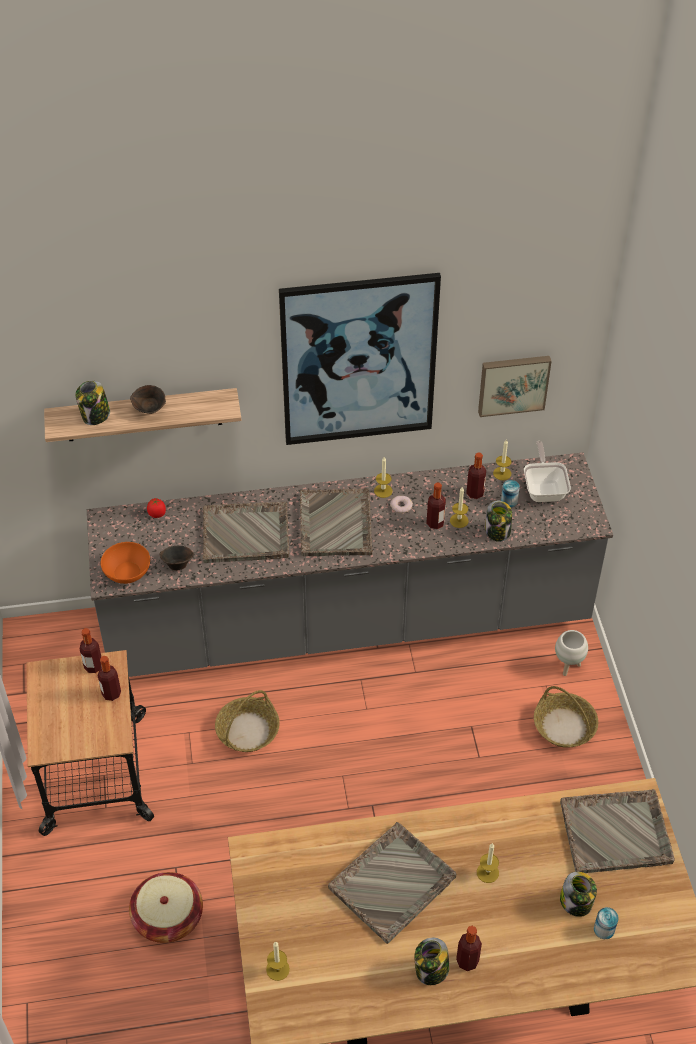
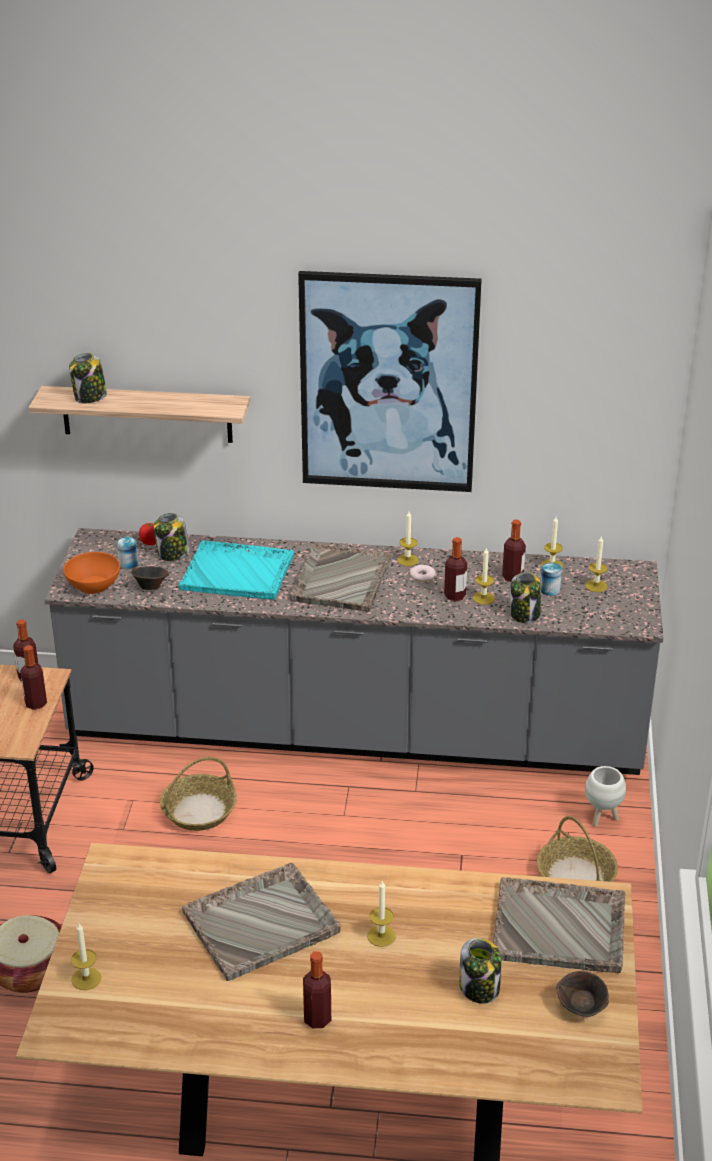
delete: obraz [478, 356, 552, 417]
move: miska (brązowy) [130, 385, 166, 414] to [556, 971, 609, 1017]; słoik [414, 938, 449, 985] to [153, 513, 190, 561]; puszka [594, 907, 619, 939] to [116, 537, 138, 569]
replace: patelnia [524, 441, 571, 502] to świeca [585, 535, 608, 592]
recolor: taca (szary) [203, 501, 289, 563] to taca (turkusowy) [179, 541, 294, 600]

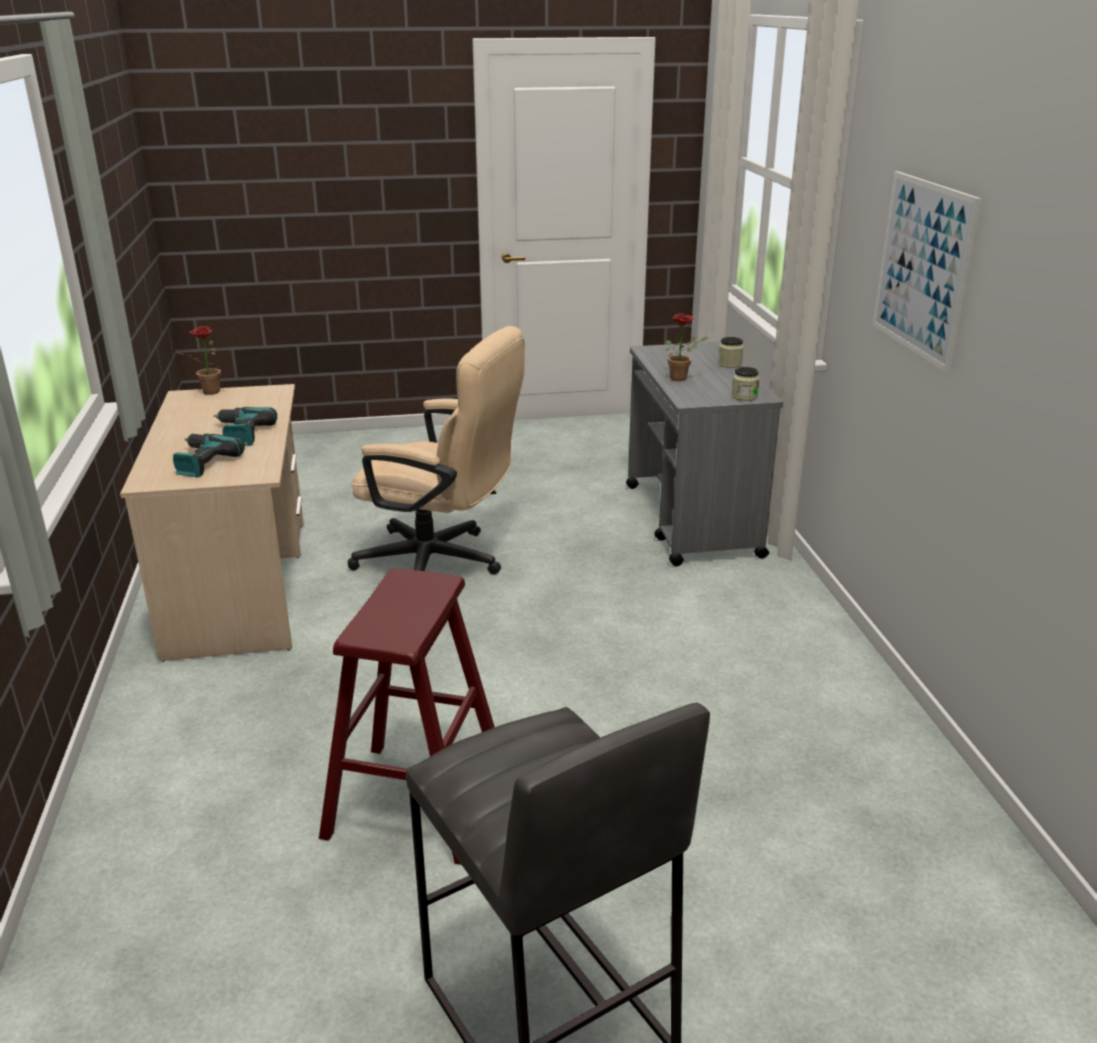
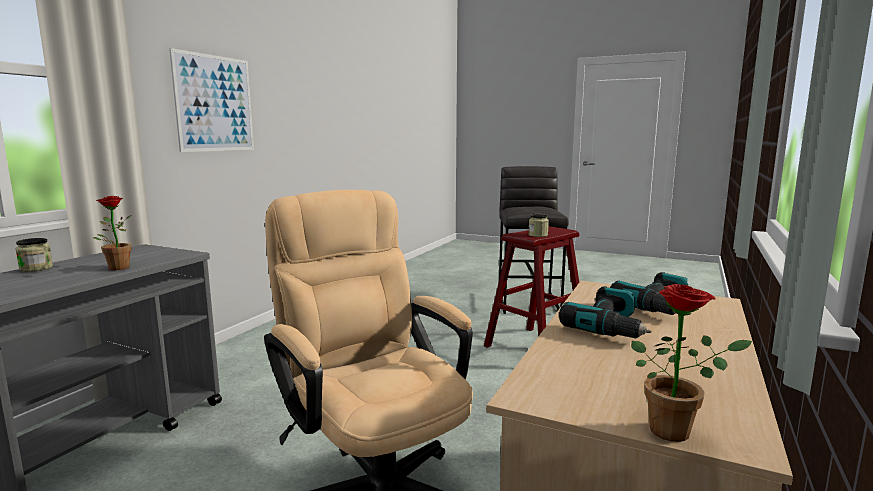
move: słoik [732, 367, 759, 401] to [529, 214, 549, 237]

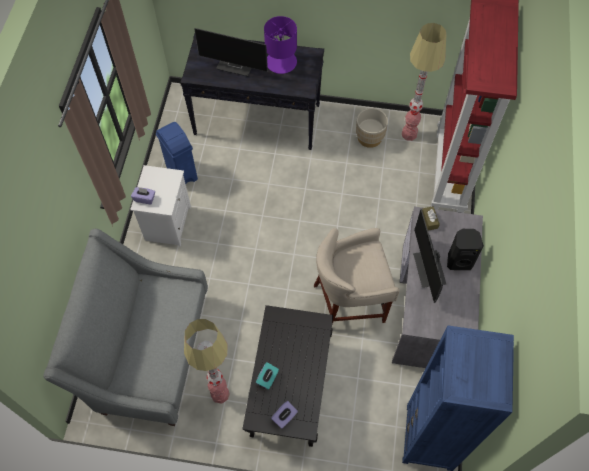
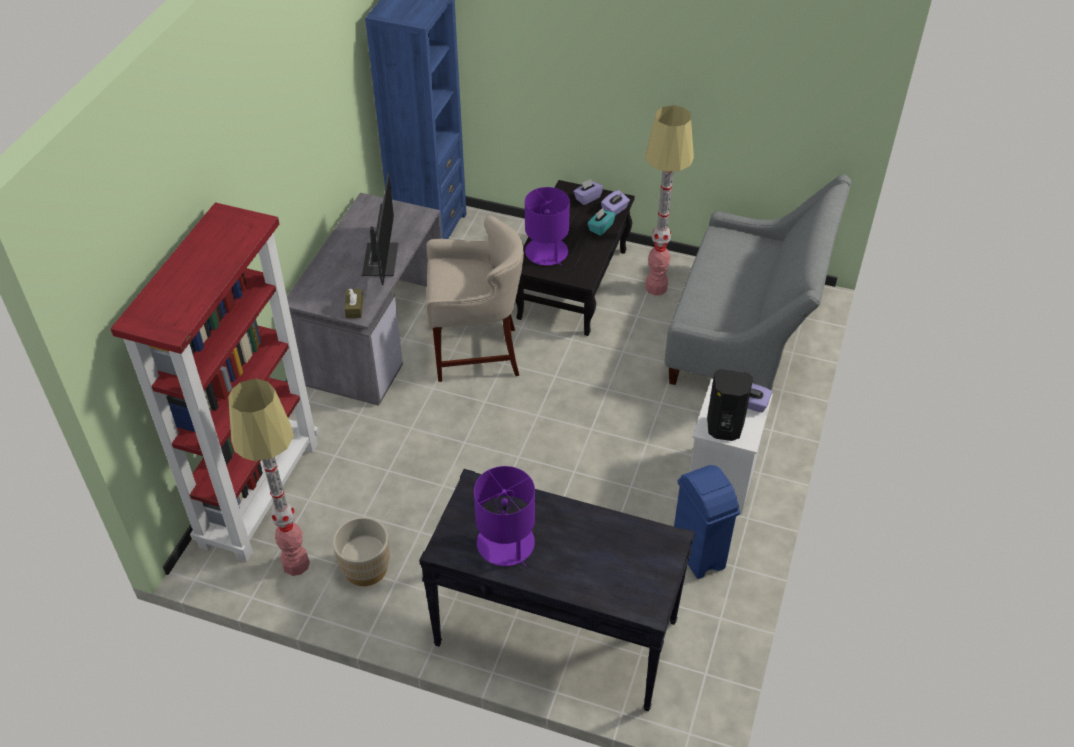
delete: monitor [194, 28, 267, 76]
insert: lampa stołowa (fioletowy) [525, 187, 570, 266]; pudełko chusteczek (fioletowy) [601, 190, 630, 216]
move: głośnik (czarny) [447, 229, 484, 270] to [707, 369, 753, 441]

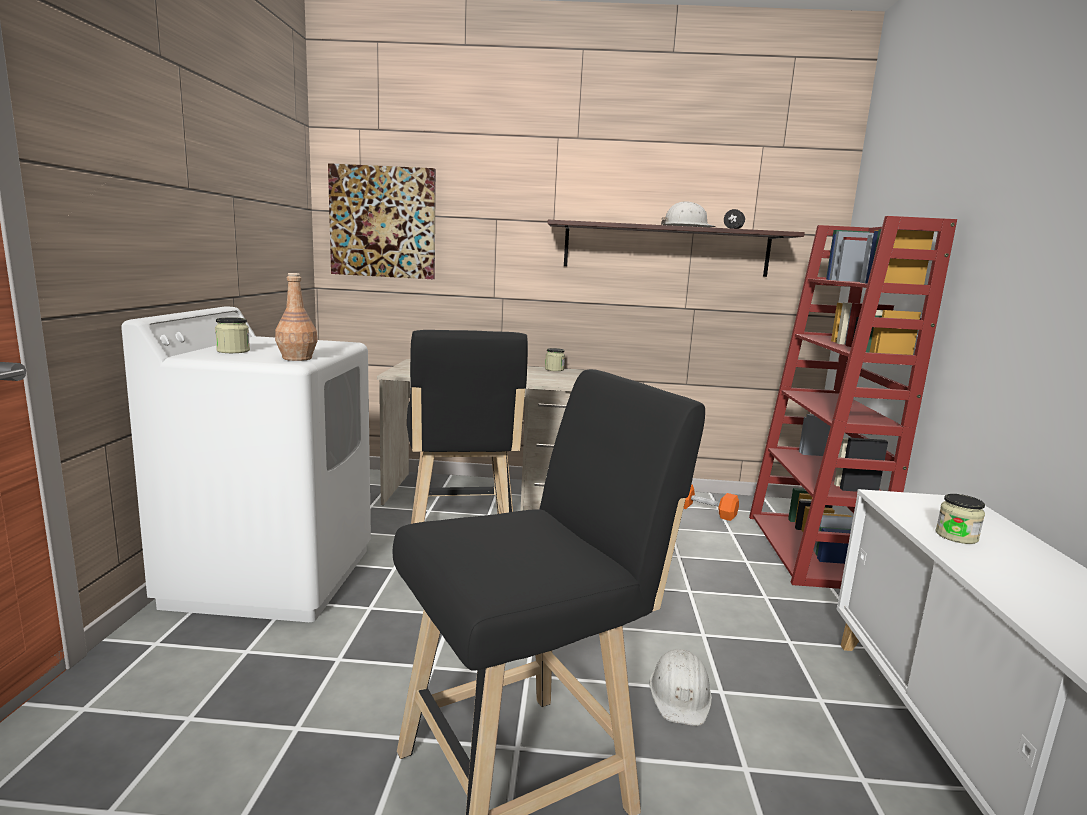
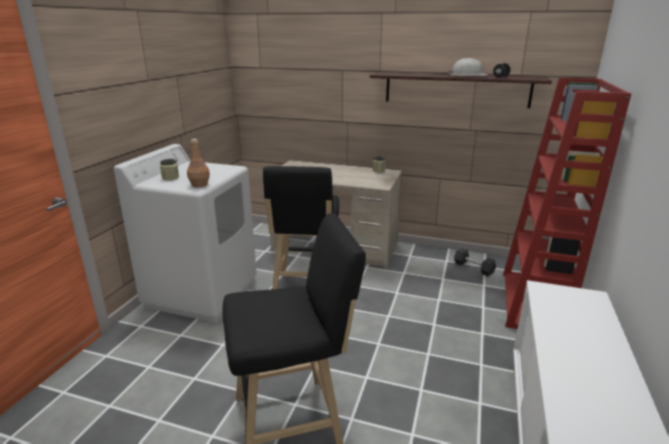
delete: obraz [328, 163, 436, 279]; kask (biały) [649, 649, 712, 726]; słoik [935, 494, 985, 544]
recolor: hantel (pomarańczowy) [683, 484, 739, 521] to hantel (czarny) [454, 248, 496, 276]

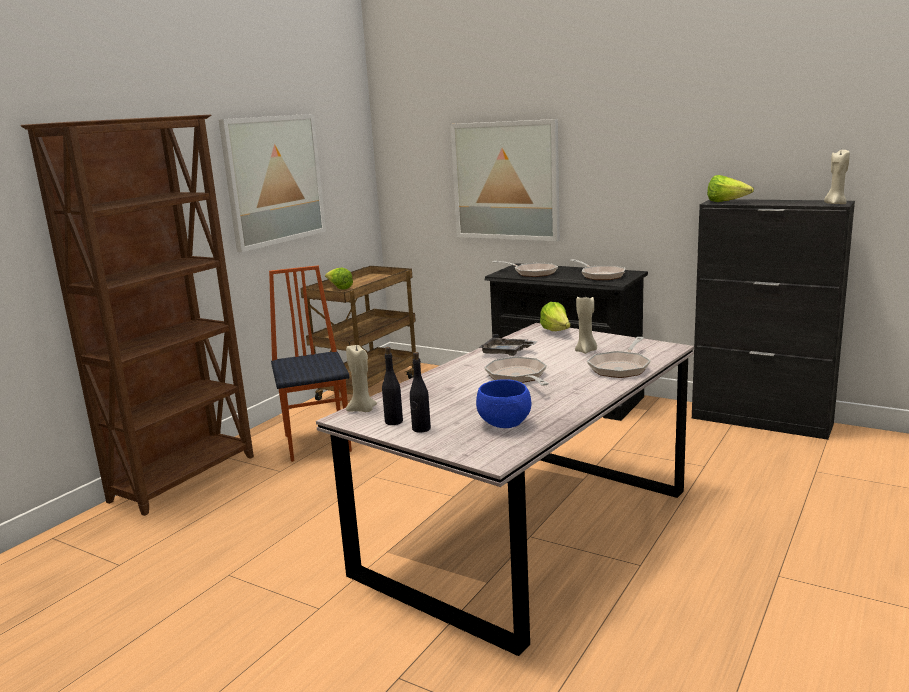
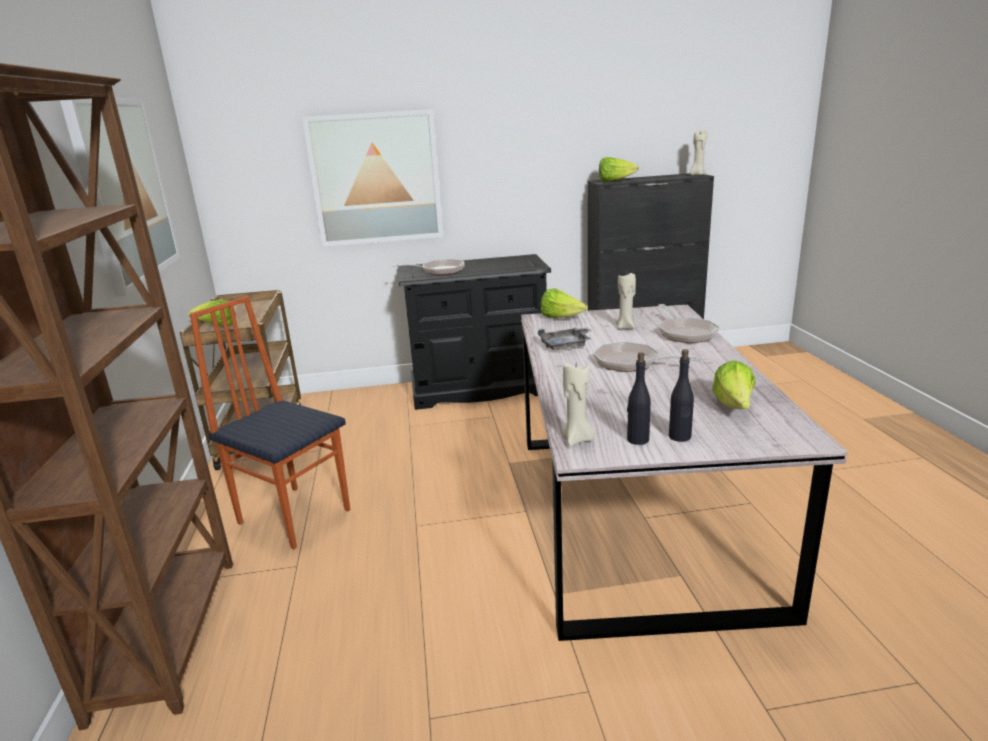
delete: patelnia [570, 259, 625, 280]
replace: miska (niebieski) [476, 379, 531, 428] to sałata [712, 360, 755, 409]

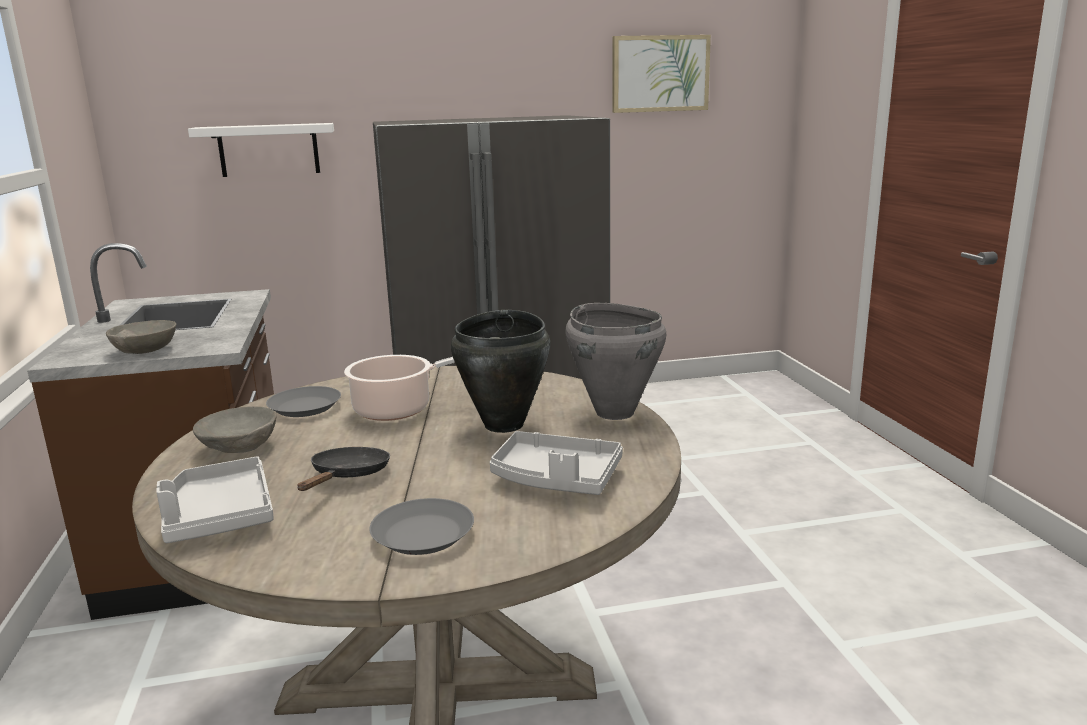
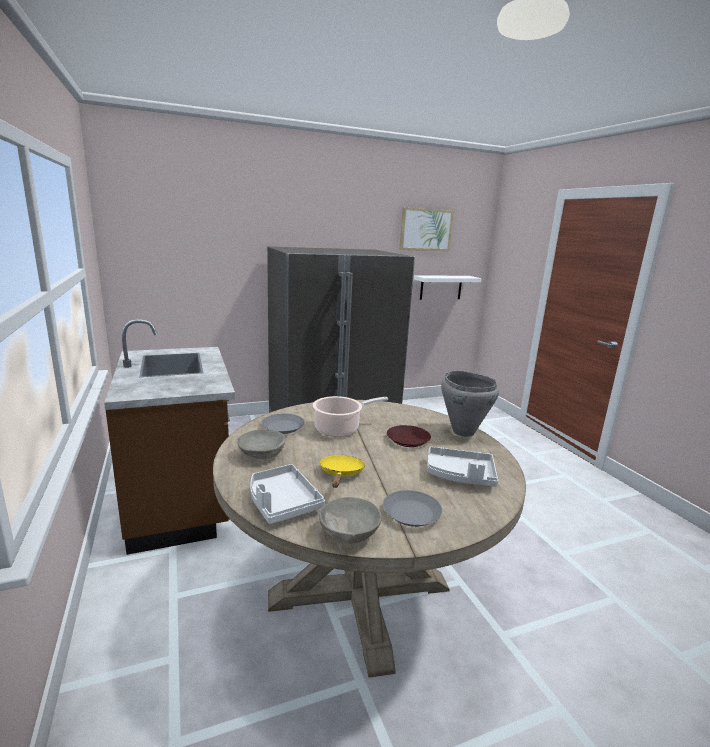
move: miska (szary) [106, 320, 176, 354] to [319, 497, 382, 544]; półka (biały) [188, 123, 334, 177] to [414, 275, 482, 300]
replace: garnek (czarny) [451, 310, 550, 433] to talerz (brązowy) [387, 425, 431, 447]
recolor: patelnia (czarny) [297, 447, 390, 491] to patelnia (żółty) [319, 455, 366, 488]

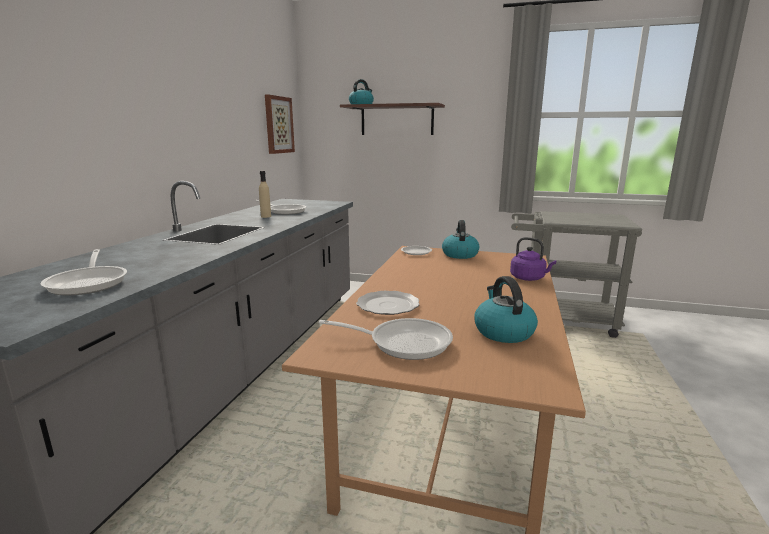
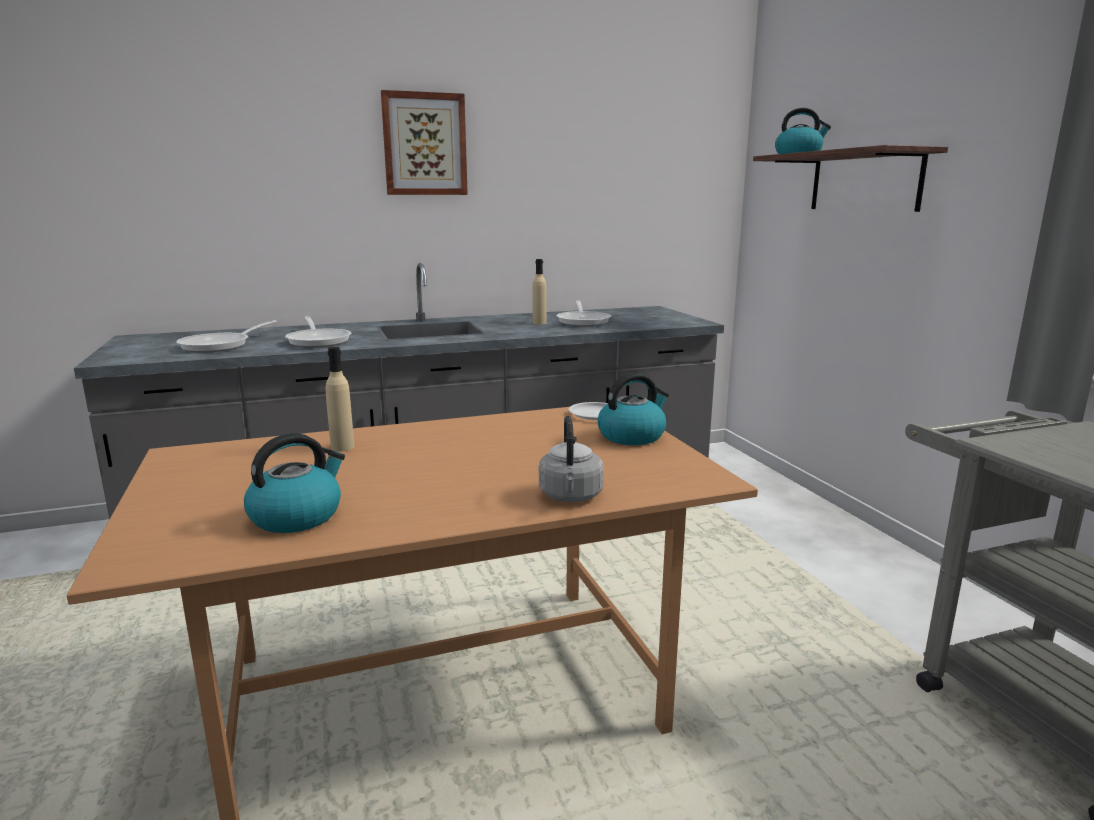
move: obraz [265, 94, 295, 154] to [381, 90, 468, 195]; patelnia [319, 318, 453, 360] to [285, 316, 351, 348]
replace: talerz [356, 291, 420, 315] to butelka (beżowy) [326, 347, 354, 452]
recolor: czajnik (fioletowy) [510, 237, 557, 281] to czajnik (szary) [539, 416, 604, 502]

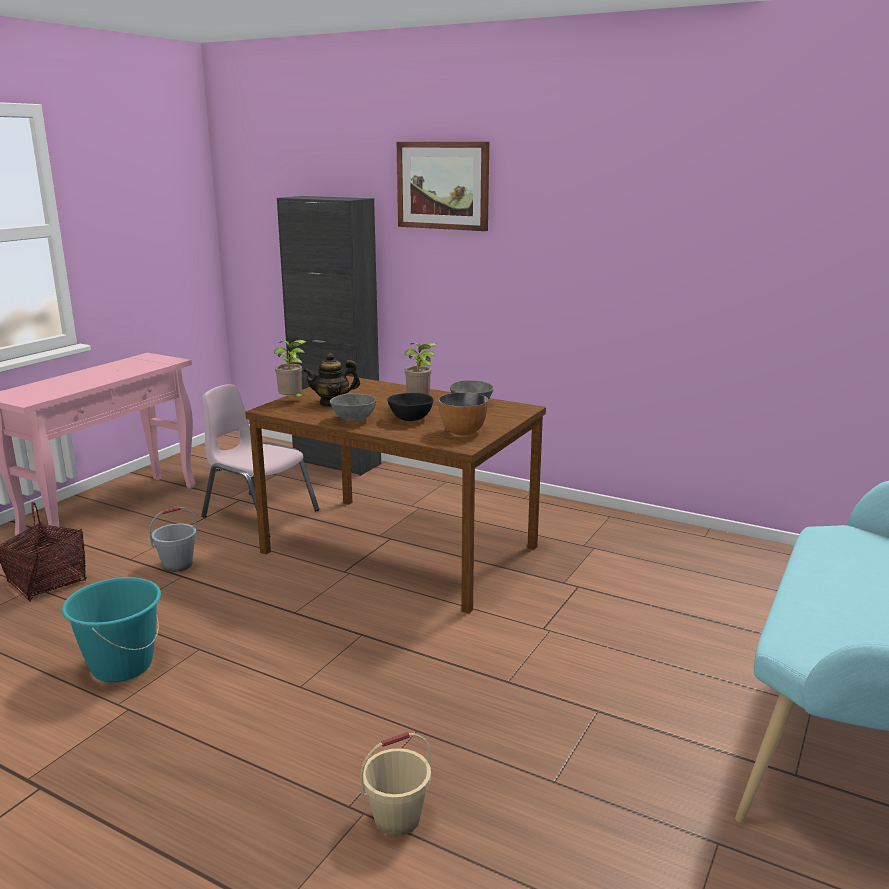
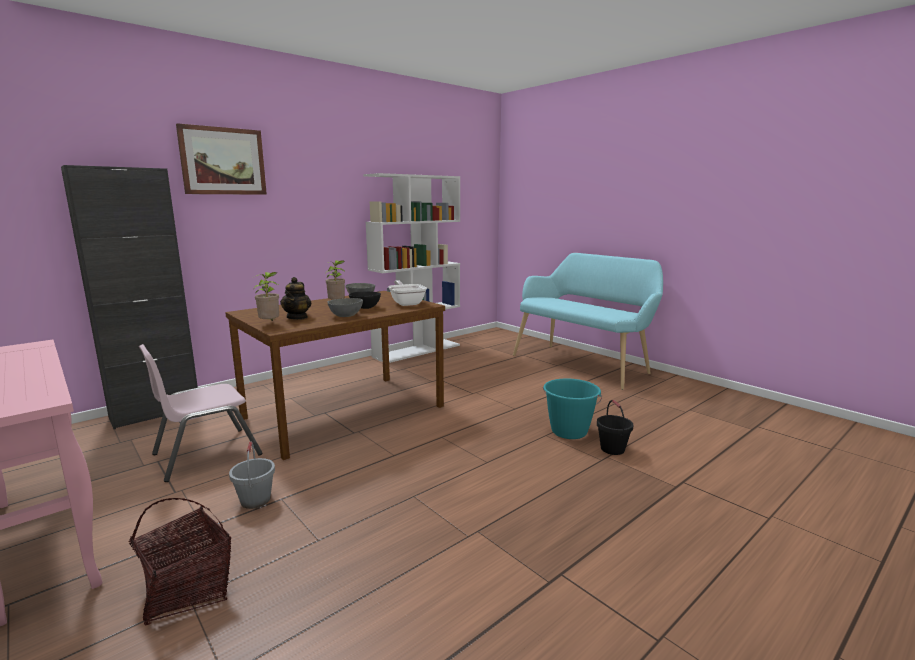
insert: regał (biały) [363, 173, 460, 363]
move: wiadro (turkusowy) [62, 577, 161, 682] to [543, 379, 602, 439]
replace: miska [438, 392, 488, 436] to patelnia [388, 280, 427, 306]
recolor: wiadro (beżowy) [360, 732, 431, 836] to wiadro (czarny) [597, 400, 634, 455]

